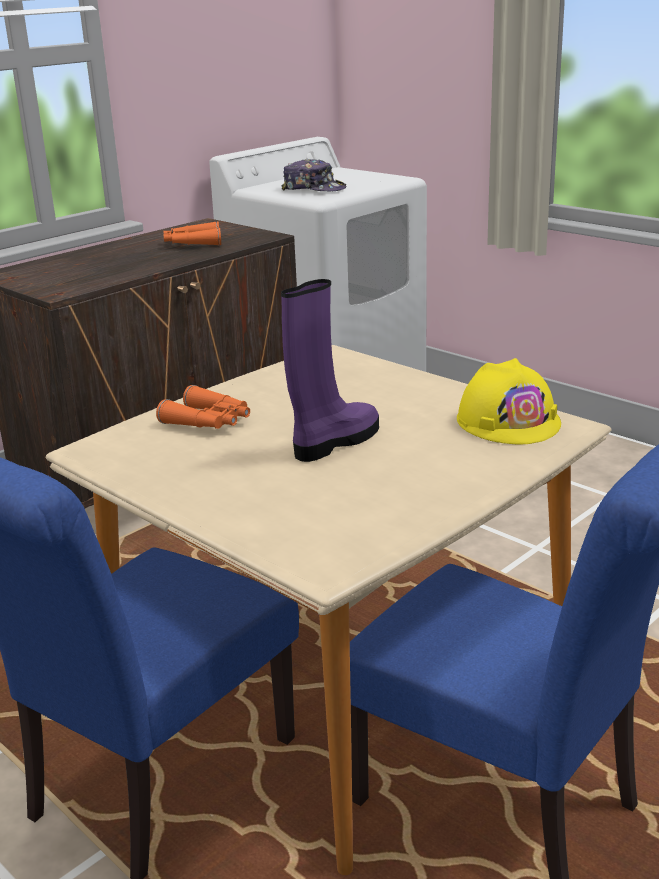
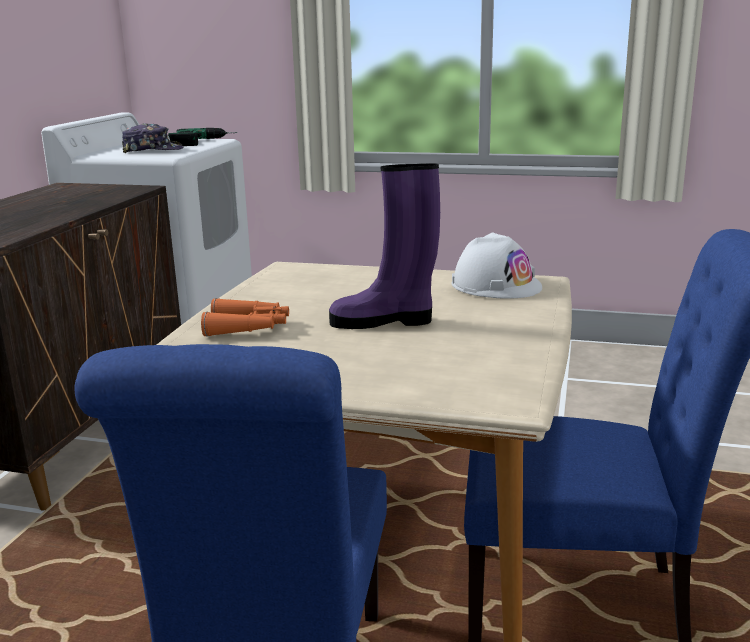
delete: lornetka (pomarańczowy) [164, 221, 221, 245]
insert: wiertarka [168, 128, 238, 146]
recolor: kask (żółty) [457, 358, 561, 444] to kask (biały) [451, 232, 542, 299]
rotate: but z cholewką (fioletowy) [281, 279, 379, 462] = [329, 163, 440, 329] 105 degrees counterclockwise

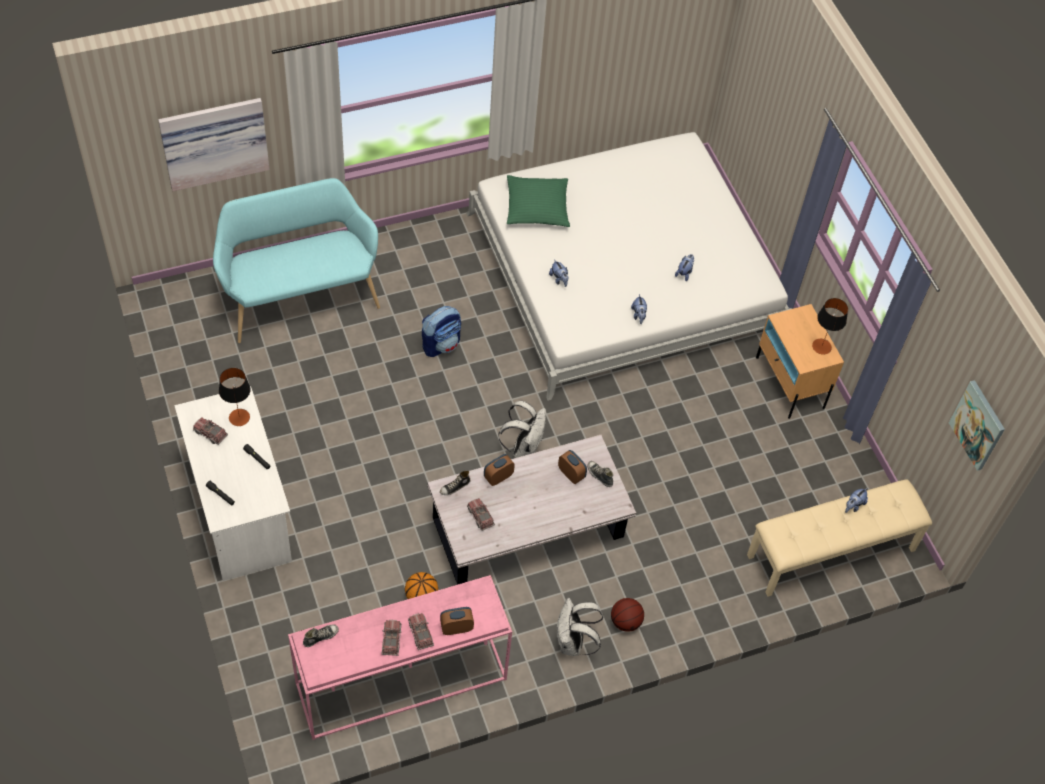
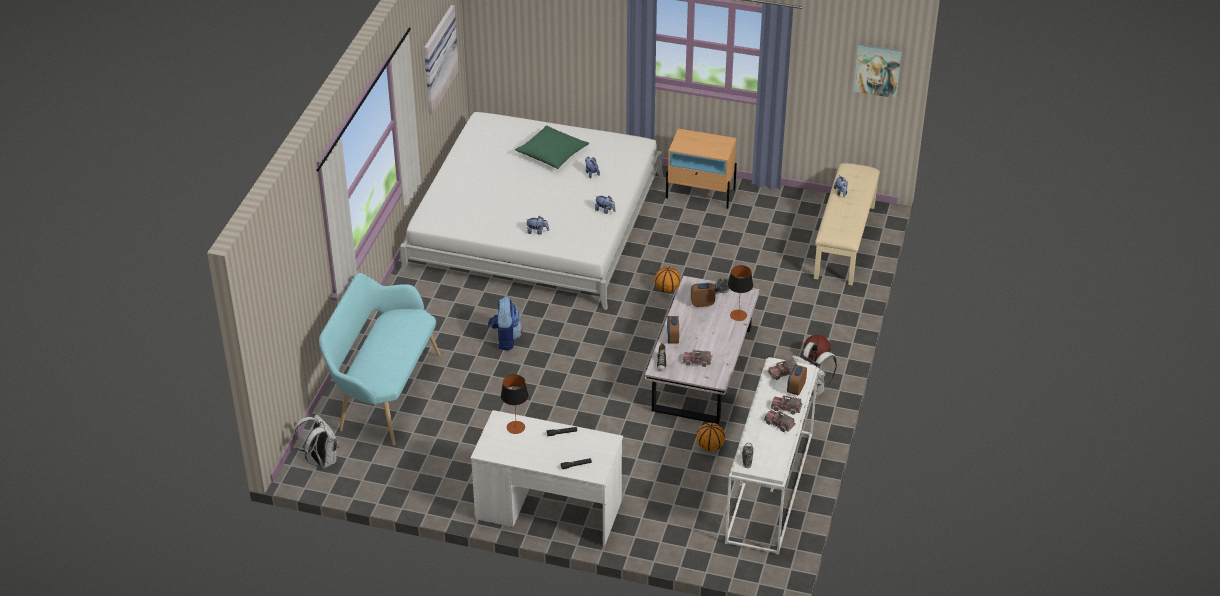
insert: piłka do koszykówki [654, 266, 680, 293]
move: obraz [158, 98, 270, 191] to [424, 5, 459, 115]; ciężarówka zabawkowa [193, 417, 228, 445] to [768, 359, 797, 380]; plecak (biały) [498, 401, 546, 458] to [293, 414, 339, 469]; poduszka (zielony) [507, 175, 570, 227] to [515, 126, 589, 169]; lampa stołowa [812, 298, 848, 354] to [728, 265, 753, 321]
recolor: stolik konsolowy (różowy) [288, 575, 512, 740] to stolik konsolowy (biały) [725, 357, 819, 555]

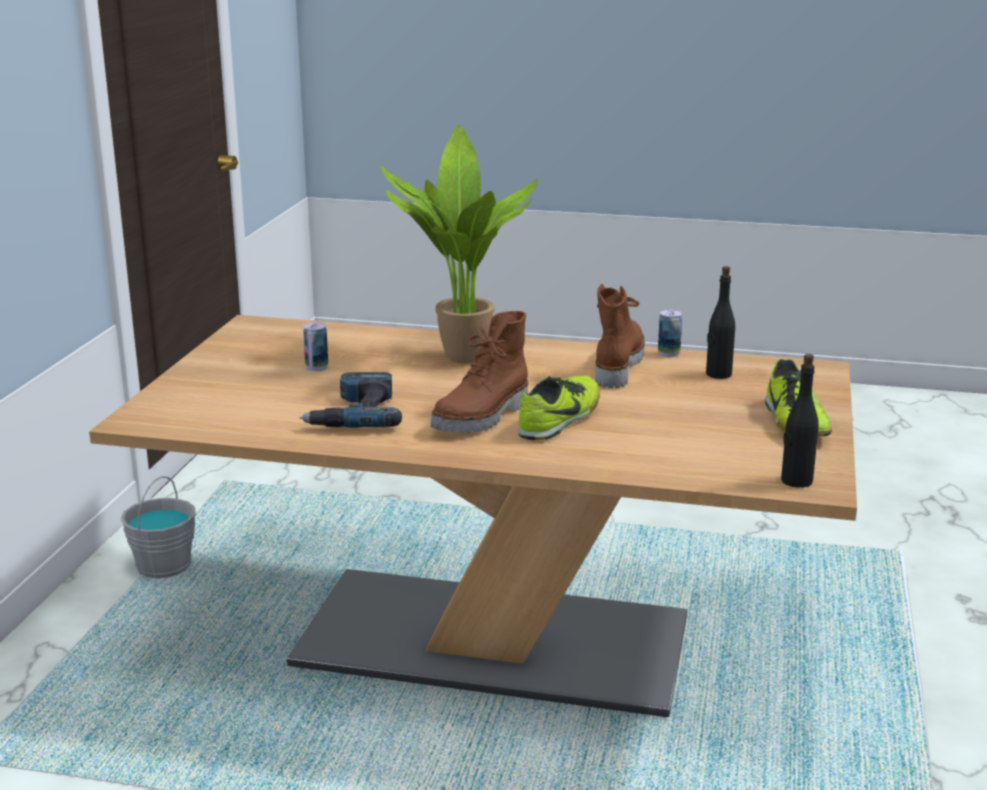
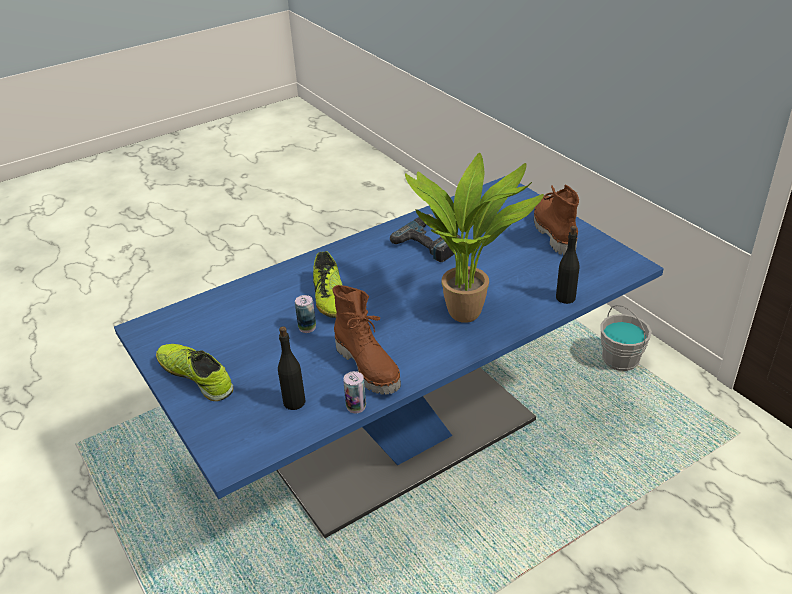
move: puszka [303, 322, 328, 372] to [295, 295, 316, 333]; but z cholewką (brązowy) [430, 311, 528, 433] to [534, 184, 579, 255]; butelka (czarny) [781, 354, 819, 488] to [556, 226, 580, 304]
recolor: stół jadalny (beżowy) [89, 315, 857, 717] to stół jadalny (niebieski) [114, 176, 664, 538]

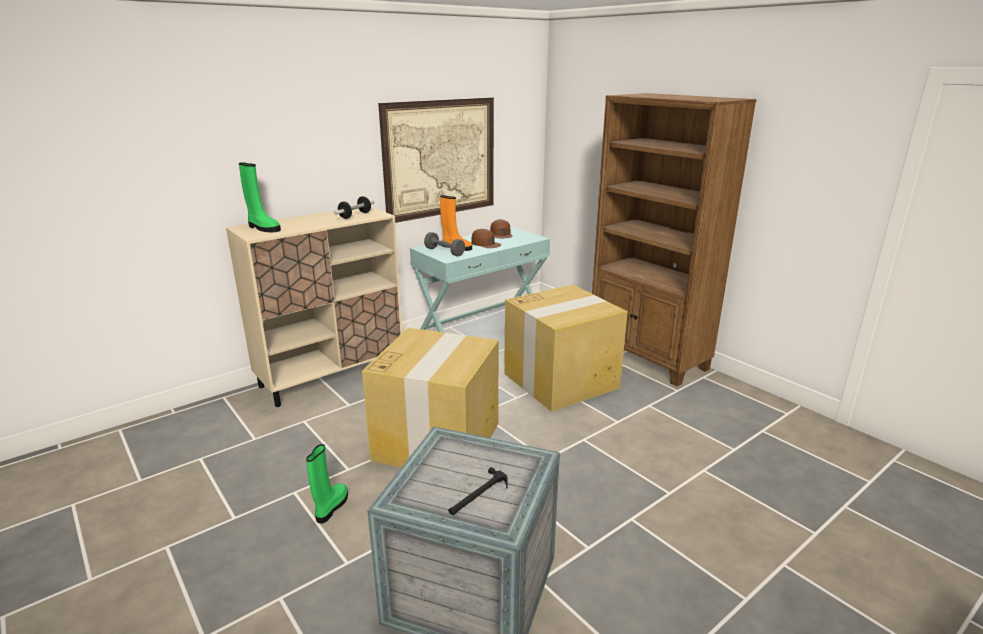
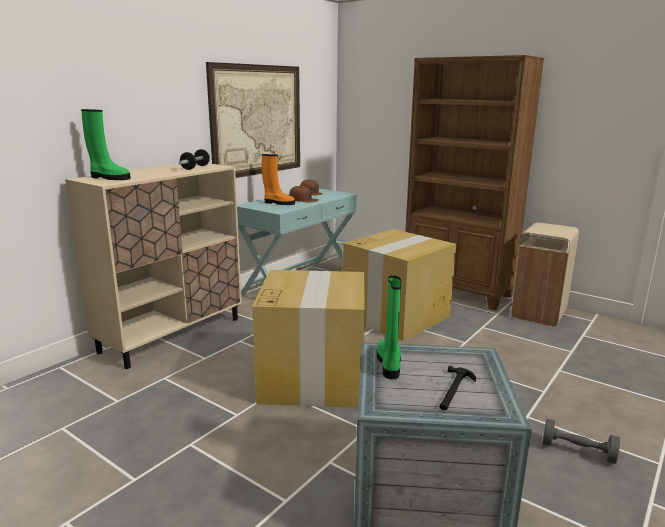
insert: kosz na śmieci (beżowy) [511, 222, 579, 327]
move: but z cholewką (zielony) [306, 444, 348, 524] to [377, 276, 401, 379]; hantel (szary) [424, 232, 465, 256] to [543, 419, 620, 464]

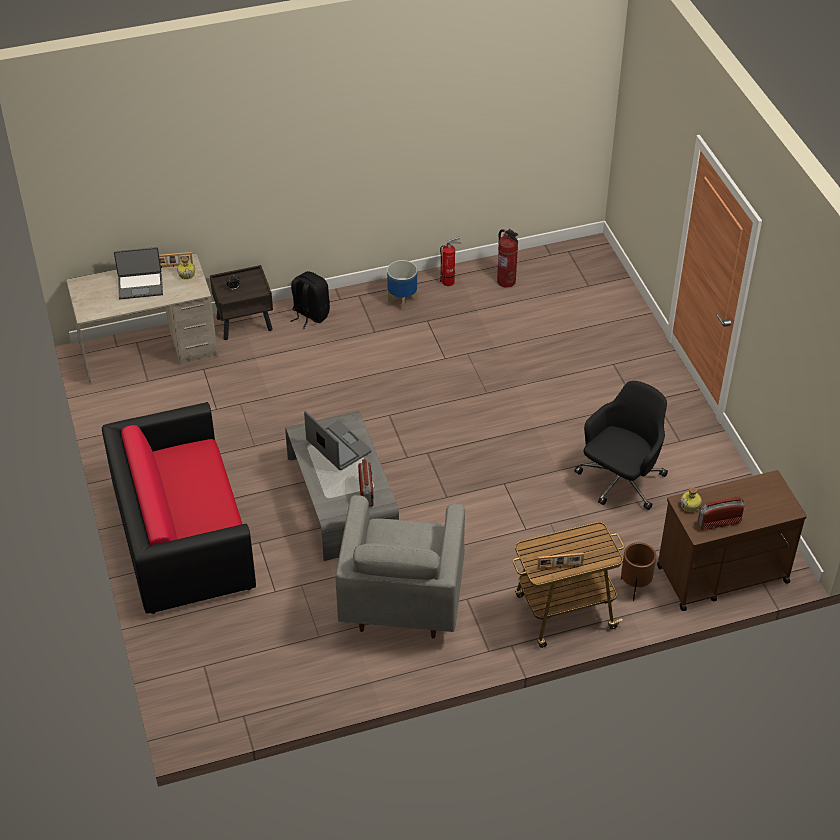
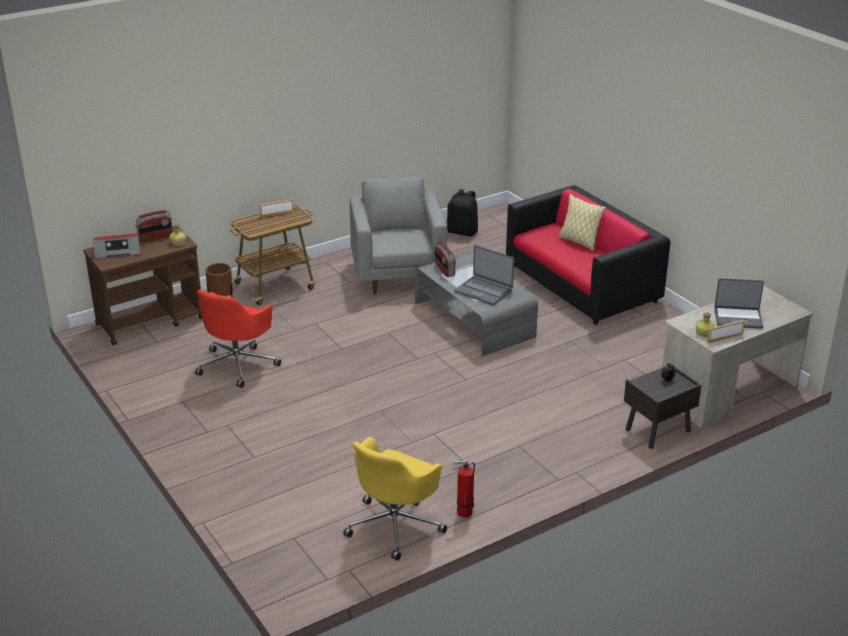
delete: donica [387, 260, 417, 311]
insert: radio [93, 233, 141, 258]; poduszka [559, 194, 606, 251]
move: plecak (czarny) [291, 271, 330, 329] to [447, 189, 478, 236]
replace: gaśnica [497, 229, 518, 287] to krzesło biurowe (żółty) [343, 437, 447, 561]
recolor: krzesło biurowe (czarny) [574, 381, 668, 510] to krzesło biurowe (czerwony) [195, 290, 281, 388]
rotate: laptop [114, 247, 163, 299] = [714, 278, 764, 329] 150 degrees counterclockwise

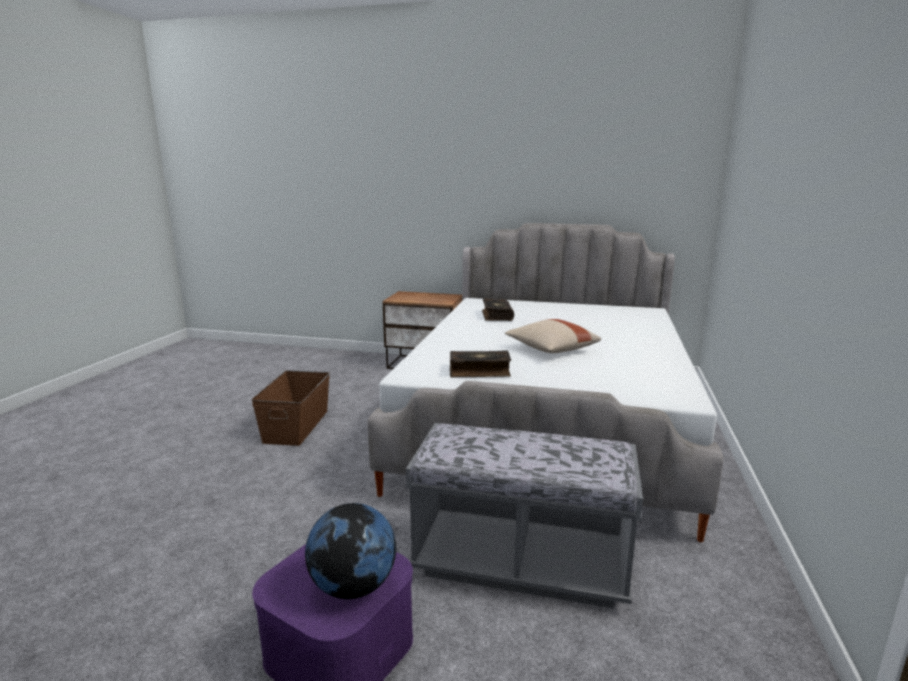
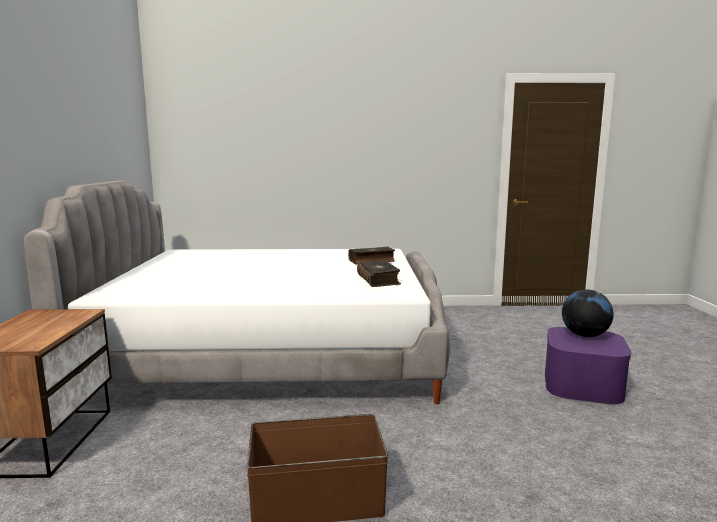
delete: ławka (szary) [406, 423, 643, 608]; poduszka (beżowy) [505, 319, 601, 353]
move: książka [482, 299, 514, 321] to [348, 247, 395, 265]

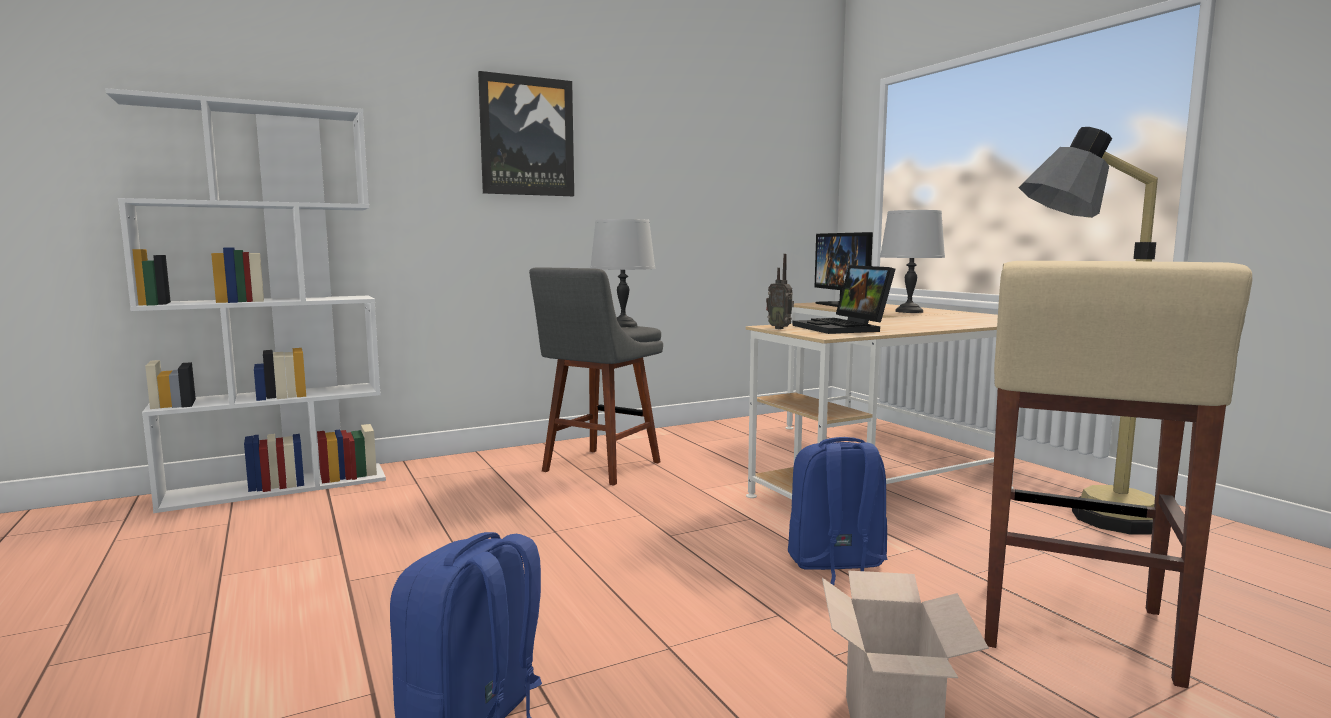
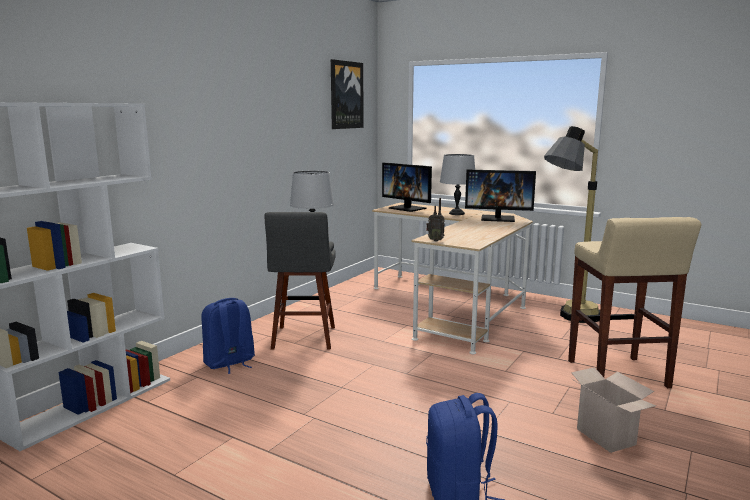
delete: laptop [792, 265, 896, 334]
insert: monitor [465, 170, 536, 222]
move: obraz [478, 71, 574, 196] to [331, 59, 364, 129]; plecak (niebieski) [788, 437, 888, 585] to [201, 298, 255, 374]

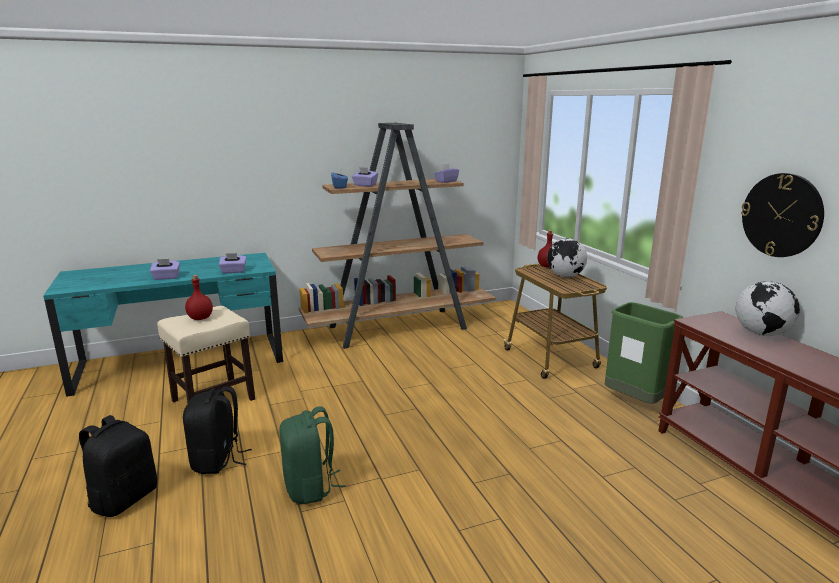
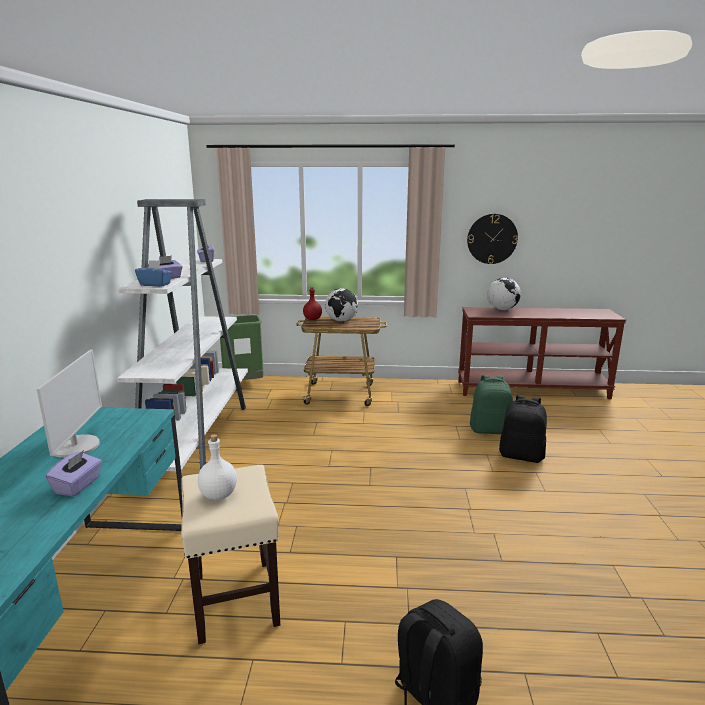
delete: pudełko chusteczek (fioletowy) [219, 253, 246, 274]
insert: monitor [37, 349, 102, 458]
move: plecak (czarny) [183, 386, 252, 474] to [499, 395, 547, 463]; plecak (zielony) [279, 407, 346, 504] to [470, 375, 513, 434]; kosz na śmieci (zielony) [605, 302, 683, 404] to [220, 315, 264, 380]
recolor: butelka (czerwony) [185, 275, 213, 320] to butelka (biały) [198, 434, 237, 500]; regał (brązowy) [299, 123, 496, 349] to regał (biały) [117, 199, 248, 471]

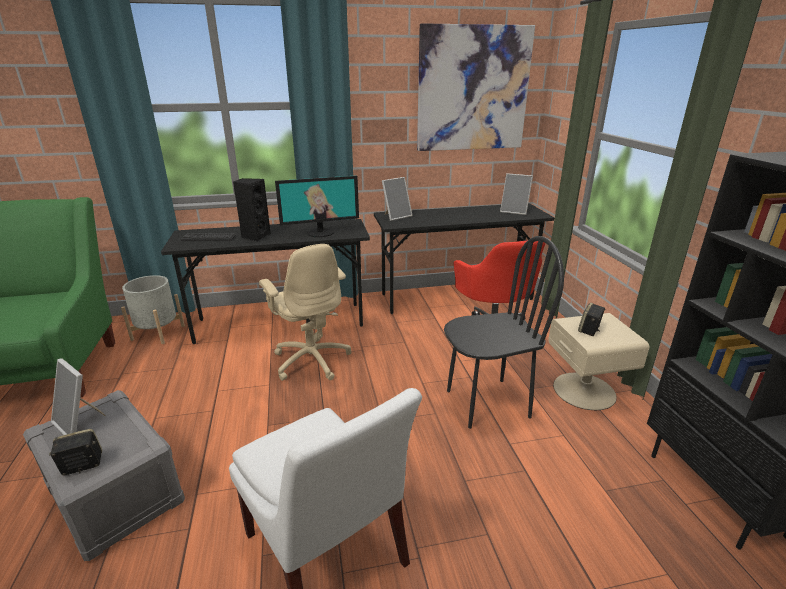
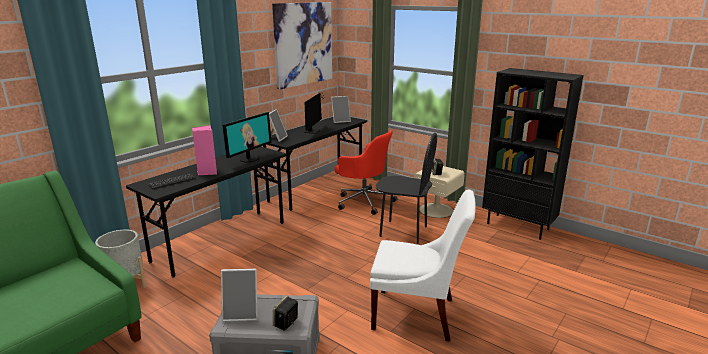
delete: krzesło biurowe (beżowy) [259, 244, 351, 381]
insert: monitor [304, 93, 324, 134]
recolor: głośnik (czarny) [233, 178, 271, 242] to głośnik (różowy) [192, 125, 217, 175]
rotate: krzesło (czarny) [444, 236, 564, 429] = [376, 133, 437, 244] 75 degrees clockwise

